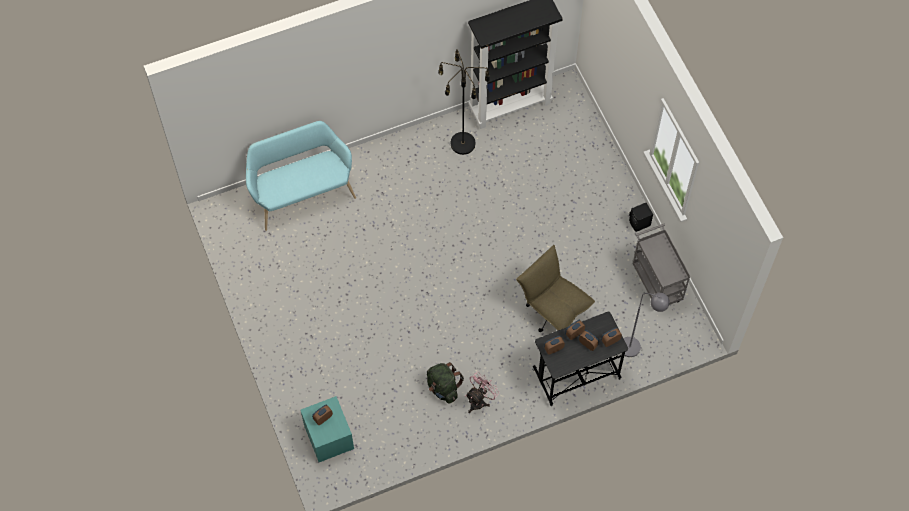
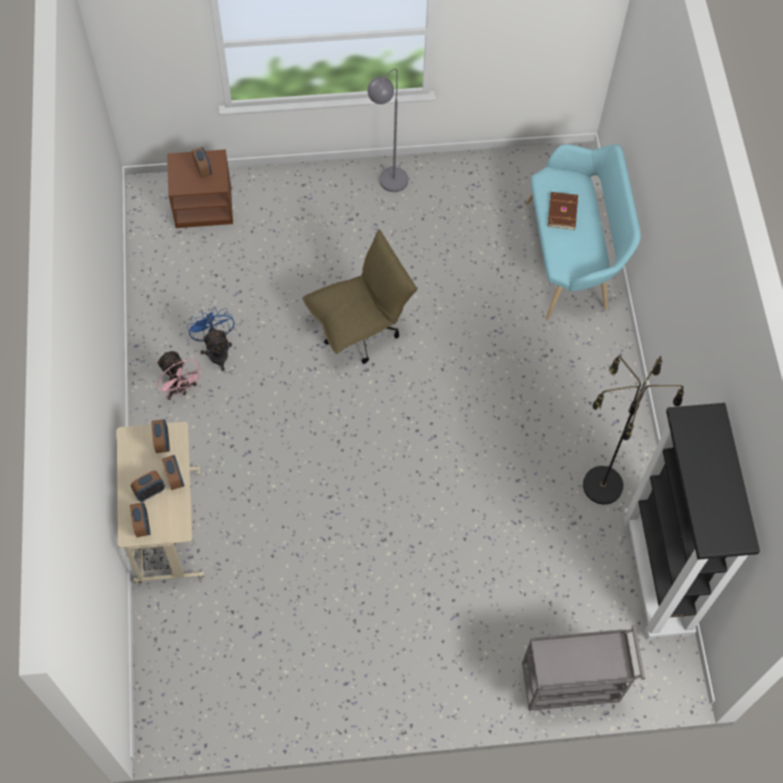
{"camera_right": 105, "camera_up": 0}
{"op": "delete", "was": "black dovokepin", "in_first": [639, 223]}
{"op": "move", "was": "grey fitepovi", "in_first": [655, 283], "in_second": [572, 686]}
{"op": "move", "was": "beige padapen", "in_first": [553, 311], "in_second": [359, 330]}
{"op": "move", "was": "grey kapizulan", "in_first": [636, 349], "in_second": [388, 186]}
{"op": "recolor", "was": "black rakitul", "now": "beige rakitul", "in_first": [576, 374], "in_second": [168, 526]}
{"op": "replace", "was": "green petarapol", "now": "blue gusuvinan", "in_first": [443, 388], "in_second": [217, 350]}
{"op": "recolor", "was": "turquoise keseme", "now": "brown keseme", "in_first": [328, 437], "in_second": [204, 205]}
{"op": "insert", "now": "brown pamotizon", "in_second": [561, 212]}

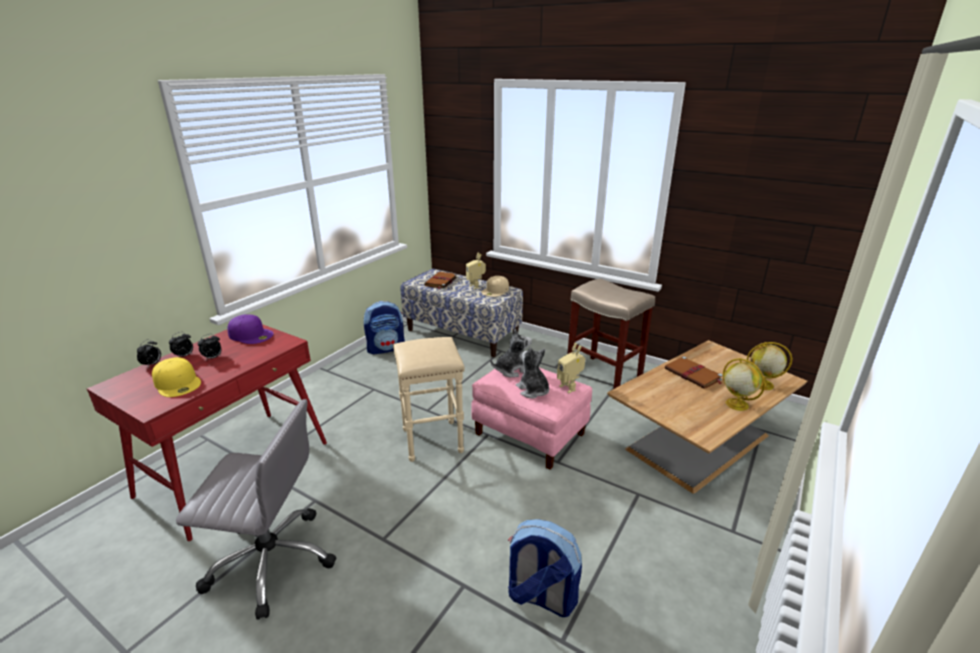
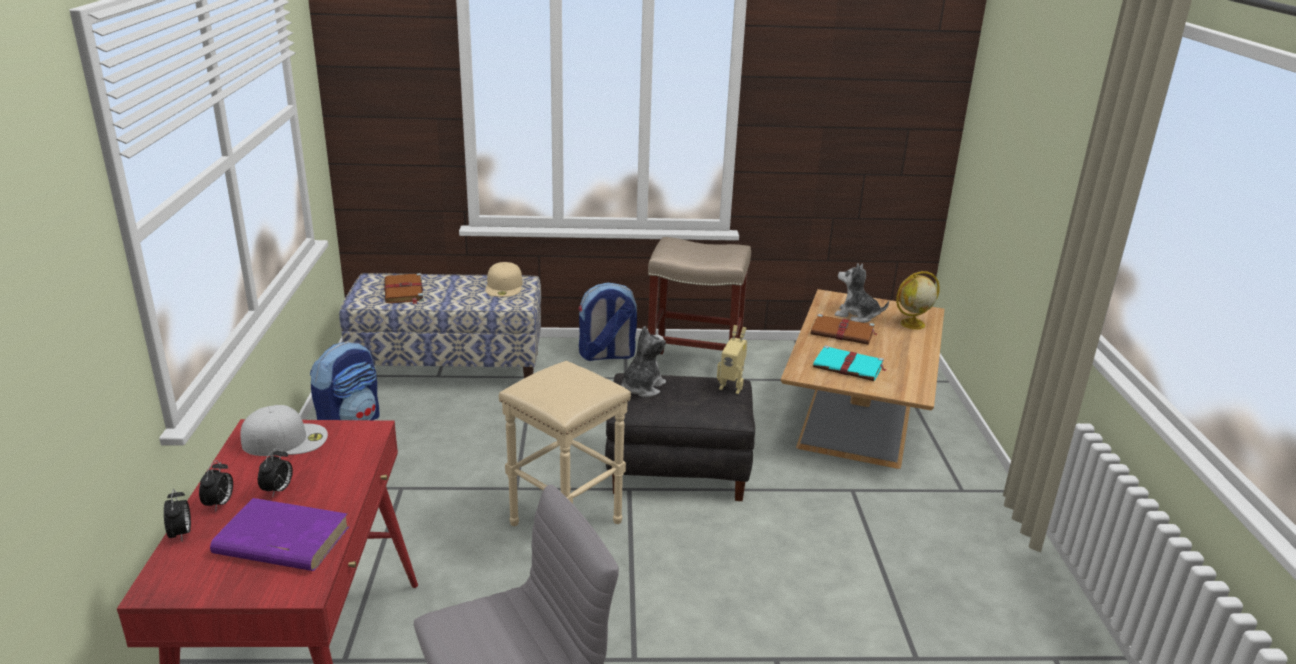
{"camera_right": -35, "camera_up": 0}
{"op": "delete", "was": "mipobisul", "in_first": [476, 286]}
{"op": "recolor", "was": "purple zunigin", "now": "white zunigin", "in_first": [251, 334], "in_second": [286, 439]}
{"op": "move", "was": "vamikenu", "in_first": [533, 390], "in_second": [856, 315]}
{"op": "replace", "was": "yellow zunigin", "now": "purple pamotizon", "in_first": [178, 383], "in_second": [281, 541]}
{"op": "delete", "was": "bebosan", "in_first": [736, 404]}
{"op": "recolor", "was": "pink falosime", "now": "black falosime", "in_first": [530, 433], "in_second": [679, 469]}
{"op": "move", "was": "petarapol", "in_first": [540, 597], "in_second": [607, 355]}
{"op": "insert", "now": "turquoise pamotizon", "in_second": [849, 367]}

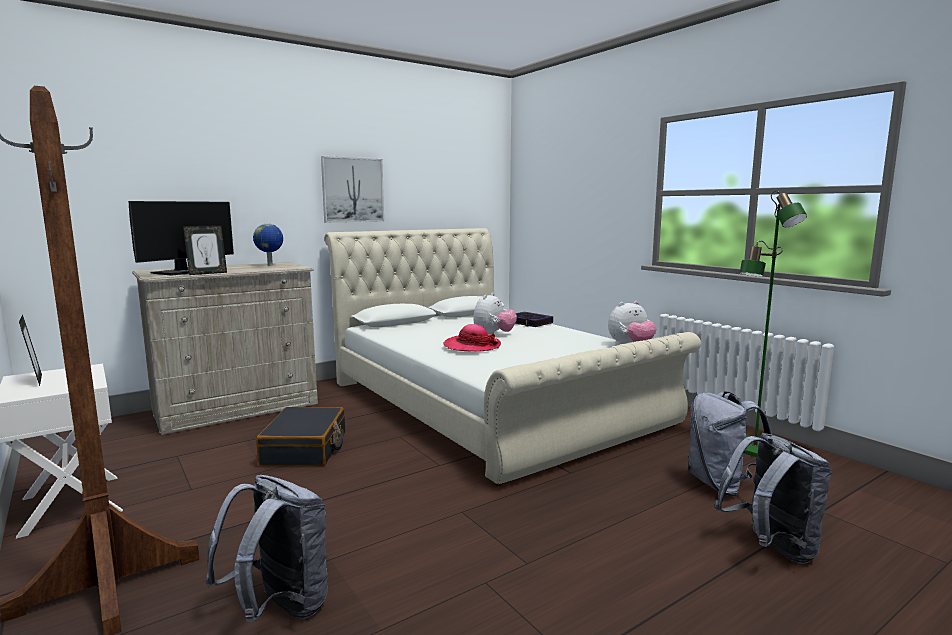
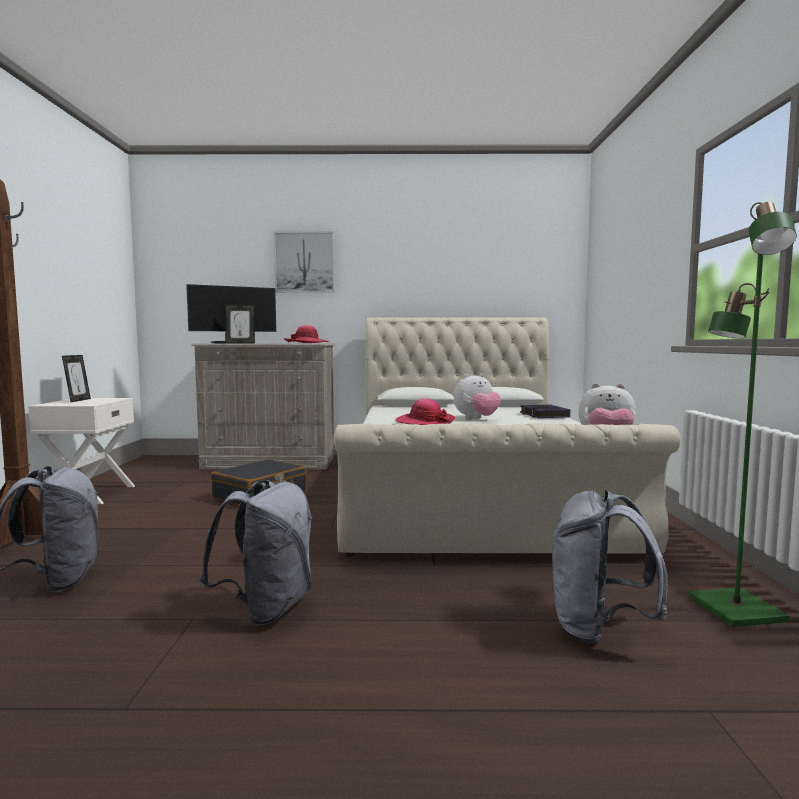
{"camera_right": 35, "camera_up": -5}
{"op": "move", "was": "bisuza", "in_first": [352, 190], "in_second": [304, 262]}
{"op": "replace", "was": "bebosan", "now": "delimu", "in_first": [270, 265], "in_second": [306, 343]}
{"op": "move", "was": "grey petarapol", "in_first": [770, 548], "in_second": [266, 609]}

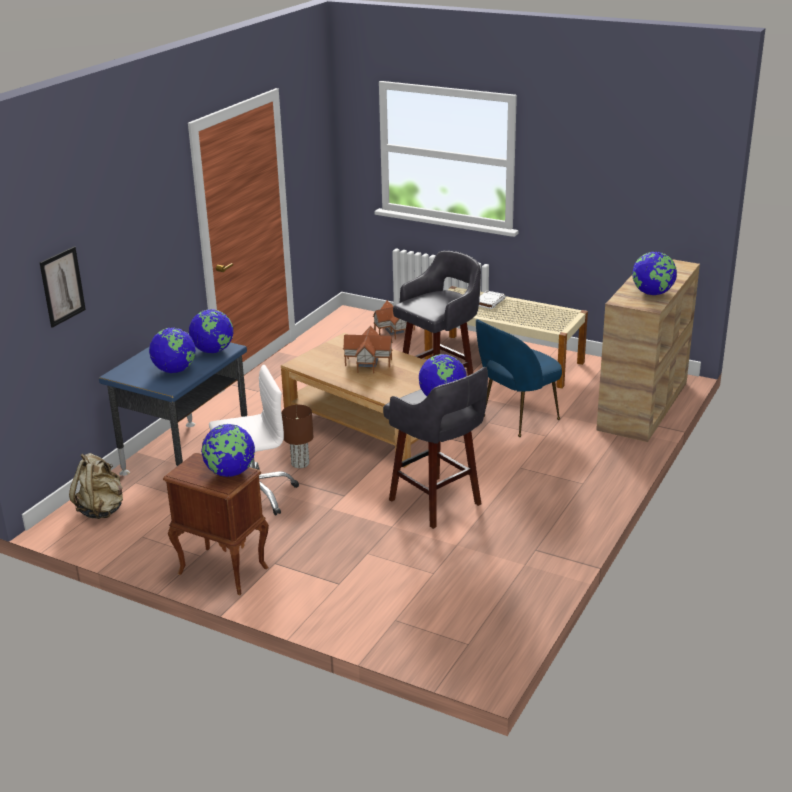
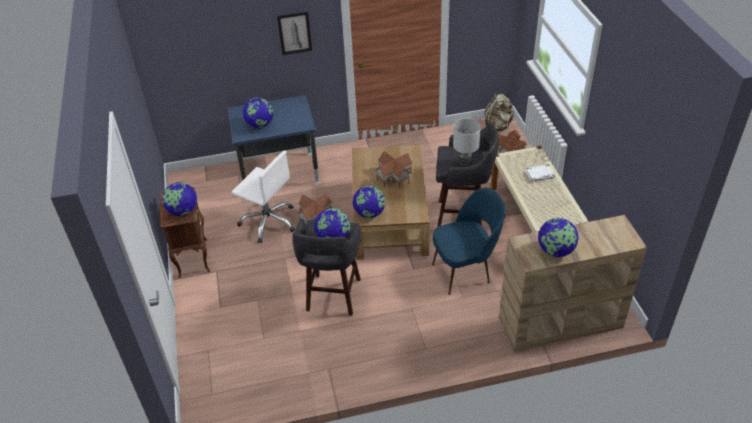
{"camera_right": 50, "camera_up": 15}
{"op": "move", "was": "bisuza", "in_first": [62, 286], "in_second": [294, 33]}
{"op": "move", "was": "bebosan", "in_first": [213, 351], "in_second": [369, 213]}
{"op": "rotate", "was": "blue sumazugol", "in_first": [515, 420], "in_second": [465, 272], "clockwise": 150}
{"op": "replace", "was": "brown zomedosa", "now": "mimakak", "in_first": [299, 463], "in_second": [316, 217]}
{"op": "move", "was": "beige petarapol", "in_first": [102, 510], "in_second": [497, 126]}
{"op": "insert", "now": "grey zomedosa", "in_second": [465, 162]}

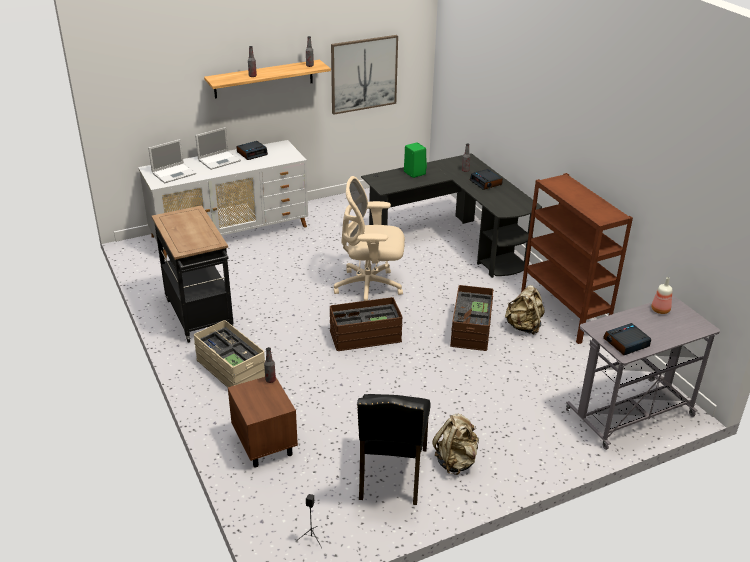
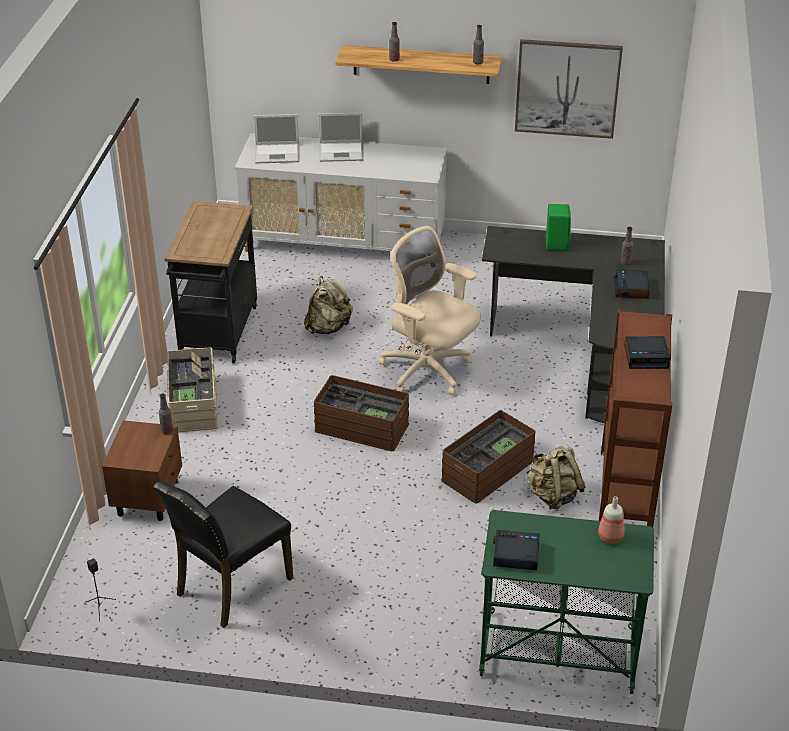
{"camera_right": 35, "camera_up": 5}
{"op": "move", "was": "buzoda", "in_first": [252, 153], "in_second": [646, 357]}
{"op": "recolor", "was": "grey rakitul", "now": "green rakitul", "in_first": [629, 413], "in_second": [557, 652]}
{"op": "move", "was": "beige petarapol", "in_first": [455, 461], "in_second": [328, 327]}

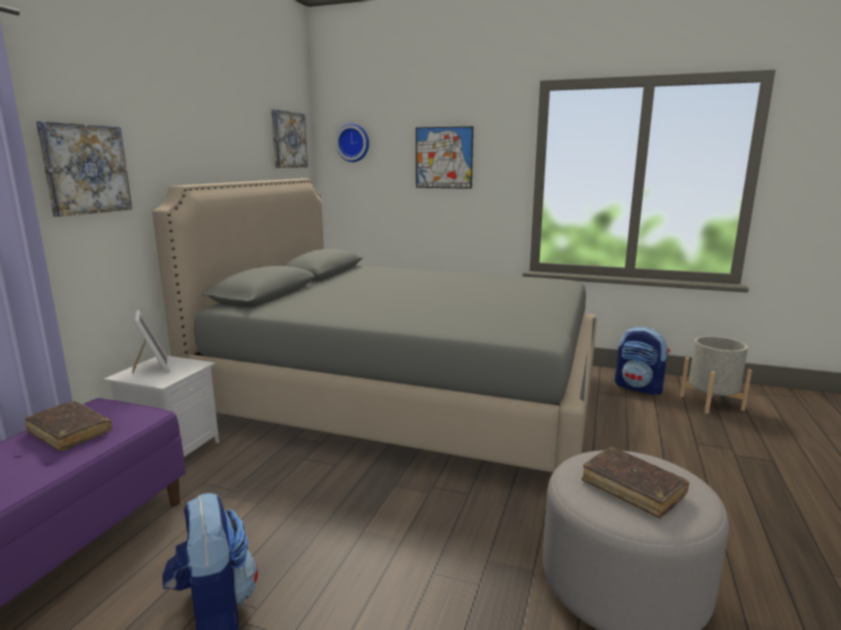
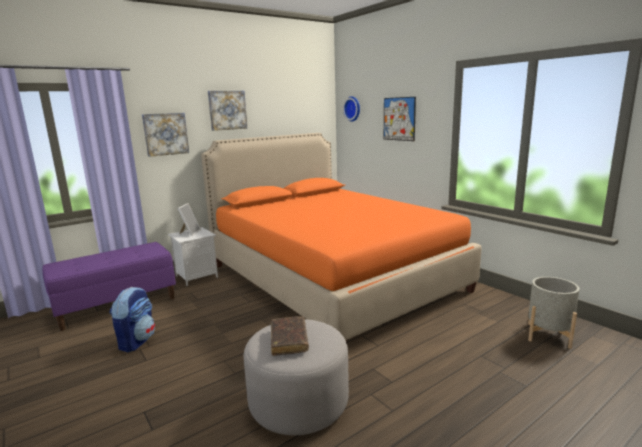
{"camera_right": 35, "camera_up": 0}
{"op": "move", "was": "bisuza", "in_first": [288, 140], "in_second": [227, 110]}
{"op": "recolor", "was": "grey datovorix", "now": "orange datovorix", "in_first": [407, 397], "in_second": [332, 277]}
{"op": "delete", "was": "petarapol", "in_first": [639, 388]}
{"op": "delete", "was": "brown pamotizon", "in_first": [70, 432]}

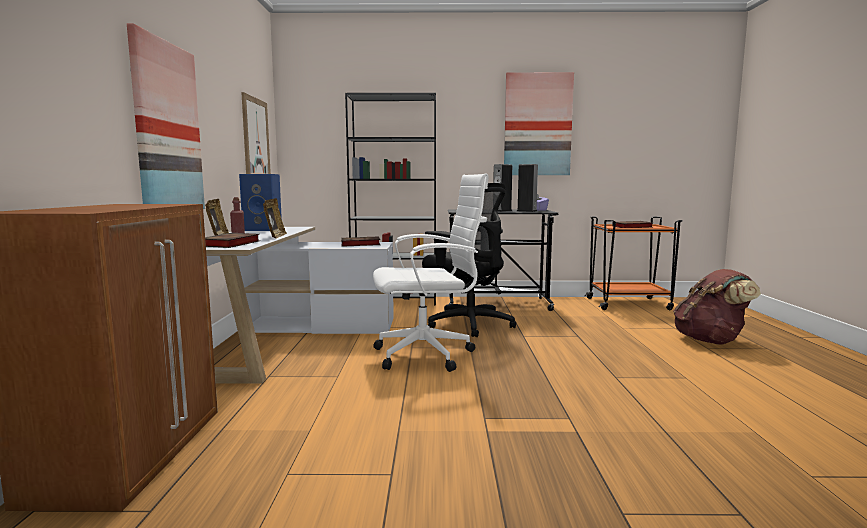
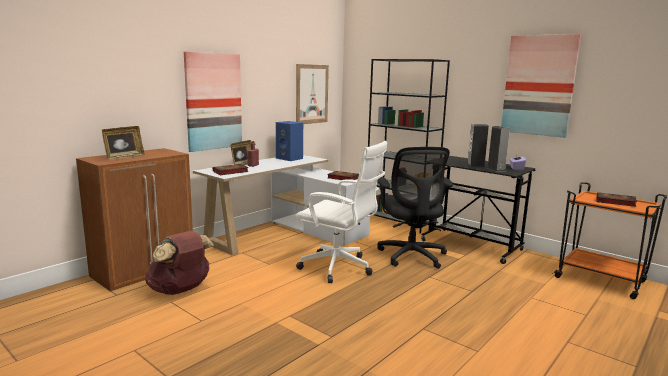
{"camera_right": 40, "camera_up": 5}
{"op": "move", "was": "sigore", "in_first": [275, 237], "in_second": [124, 157]}
{"op": "move", "was": "brown petarapol", "in_first": [711, 341], "in_second": [180, 290]}

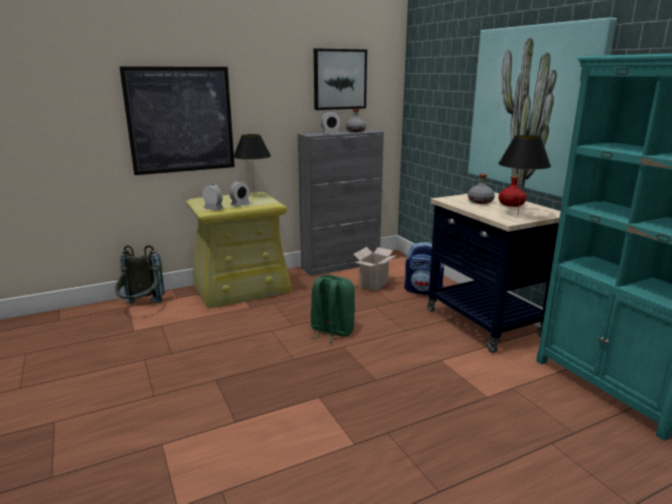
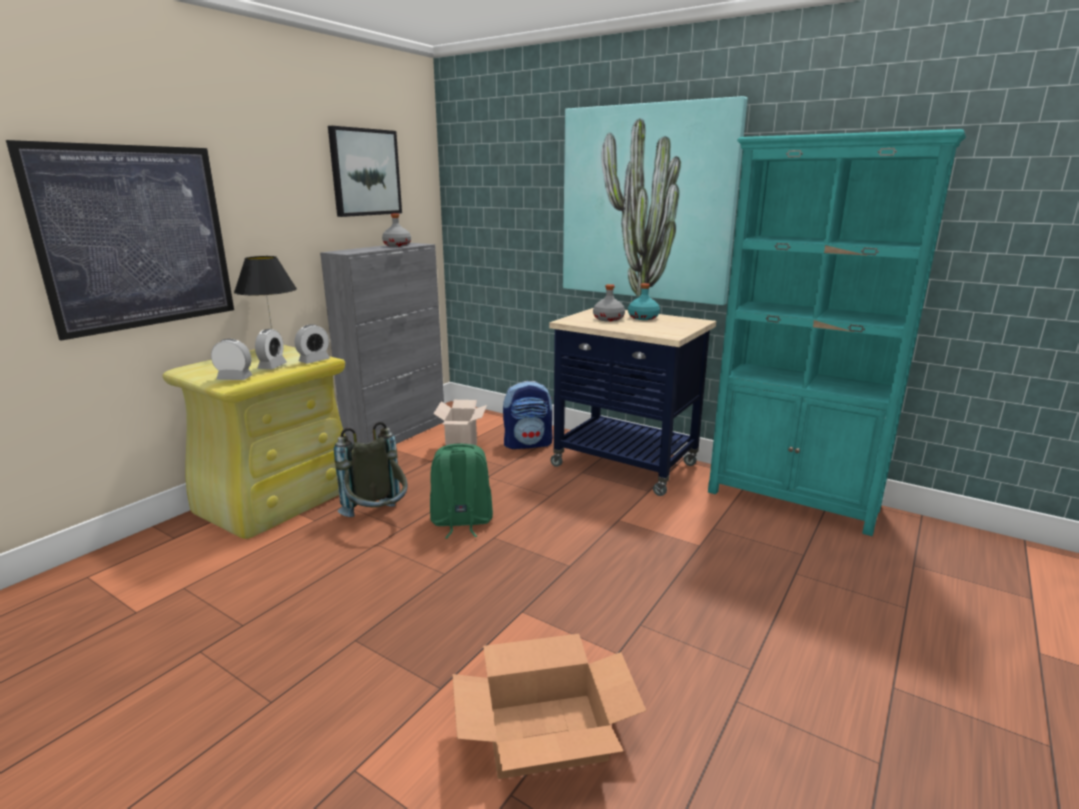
{"camera_right": -30, "camera_up": 0}
{"op": "move", "was": "buzoda", "in_first": [330, 134], "in_second": [314, 360]}
{"op": "delete", "was": "black zomedosa", "in_first": [517, 215]}
{"op": "recolor", "was": "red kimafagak", "now": "turquoise kimafagak", "in_first": [511, 204], "in_second": [643, 318]}
{"op": "move", "was": "grey petarapol", "in_first": [141, 308], "in_second": [378, 519]}
{"op": "insert", "now": "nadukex", "in_second": [545, 734]}

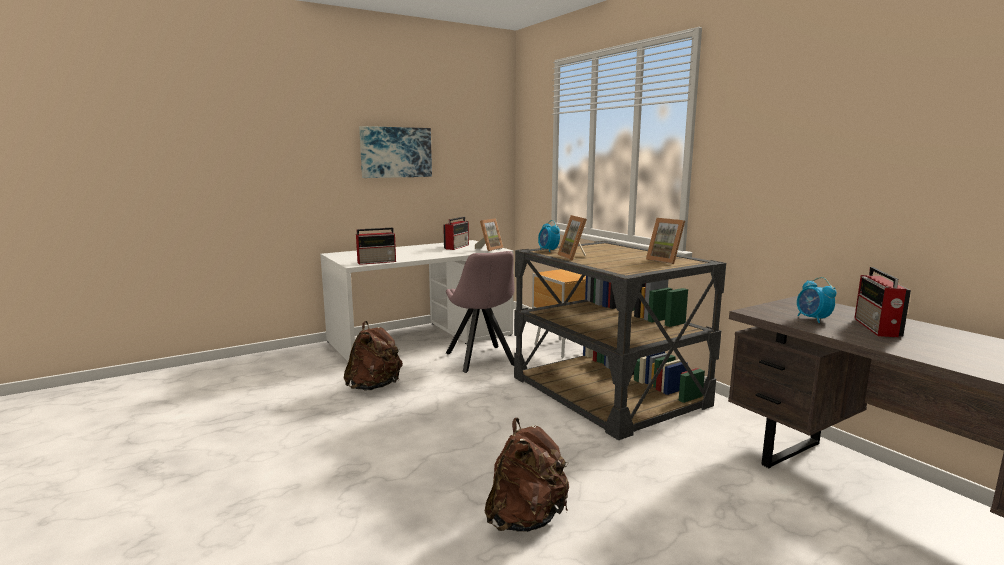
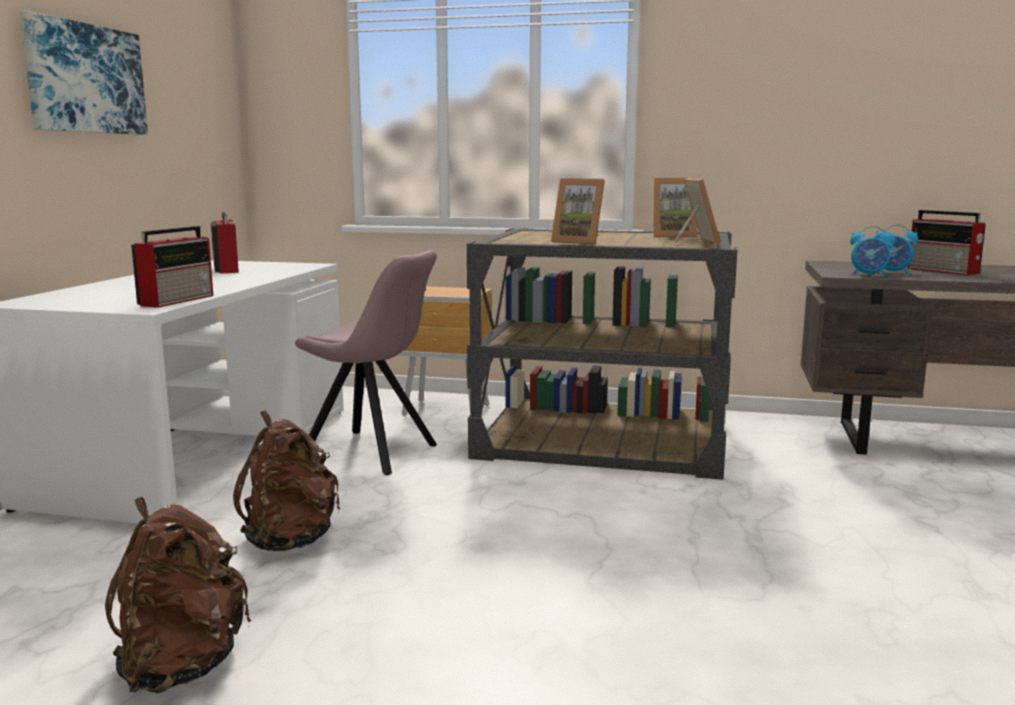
{"camera_right": -45, "camera_up": 0}
{"op": "move", "was": "sigore", "in_first": [489, 249], "in_second": [694, 241]}
{"op": "move", "was": "buzoda", "in_first": [548, 250], "in_second": [869, 275]}
{"op": "move", "was": "brown petarapol", "in_first": [526, 519], "in_second": [182, 666]}

